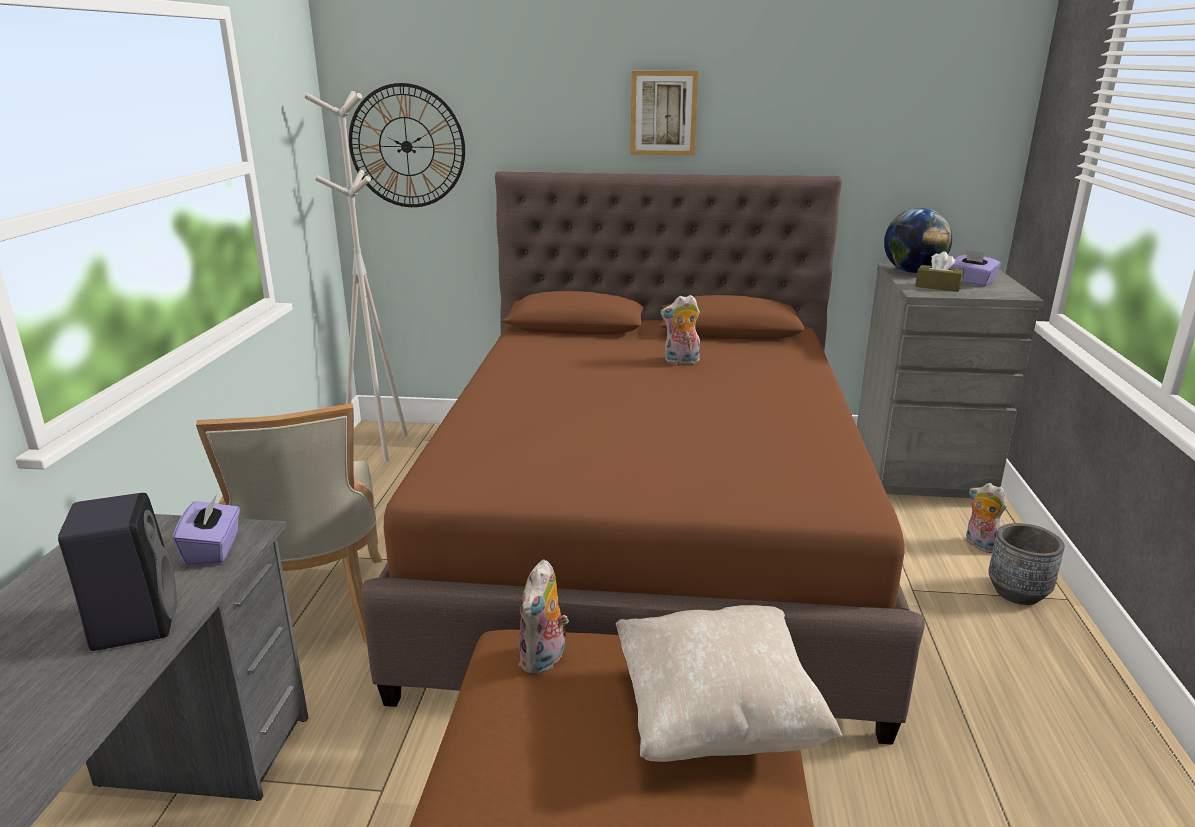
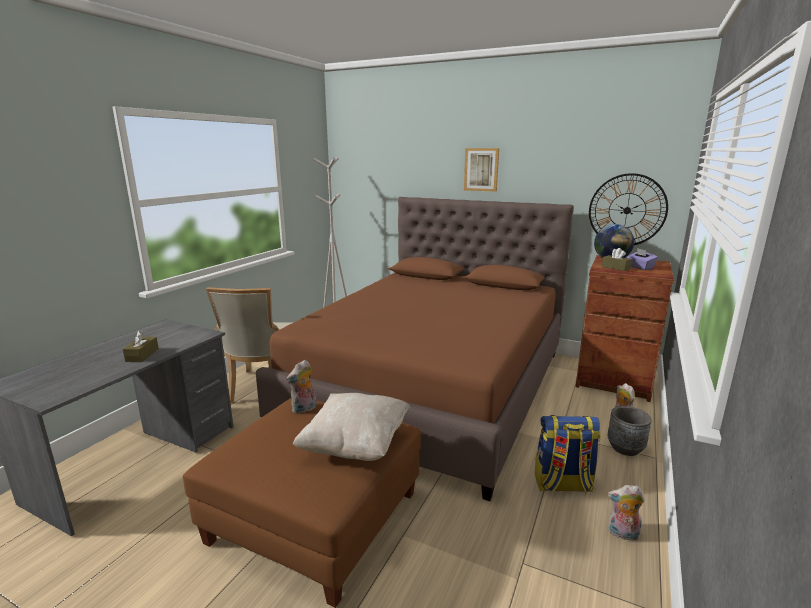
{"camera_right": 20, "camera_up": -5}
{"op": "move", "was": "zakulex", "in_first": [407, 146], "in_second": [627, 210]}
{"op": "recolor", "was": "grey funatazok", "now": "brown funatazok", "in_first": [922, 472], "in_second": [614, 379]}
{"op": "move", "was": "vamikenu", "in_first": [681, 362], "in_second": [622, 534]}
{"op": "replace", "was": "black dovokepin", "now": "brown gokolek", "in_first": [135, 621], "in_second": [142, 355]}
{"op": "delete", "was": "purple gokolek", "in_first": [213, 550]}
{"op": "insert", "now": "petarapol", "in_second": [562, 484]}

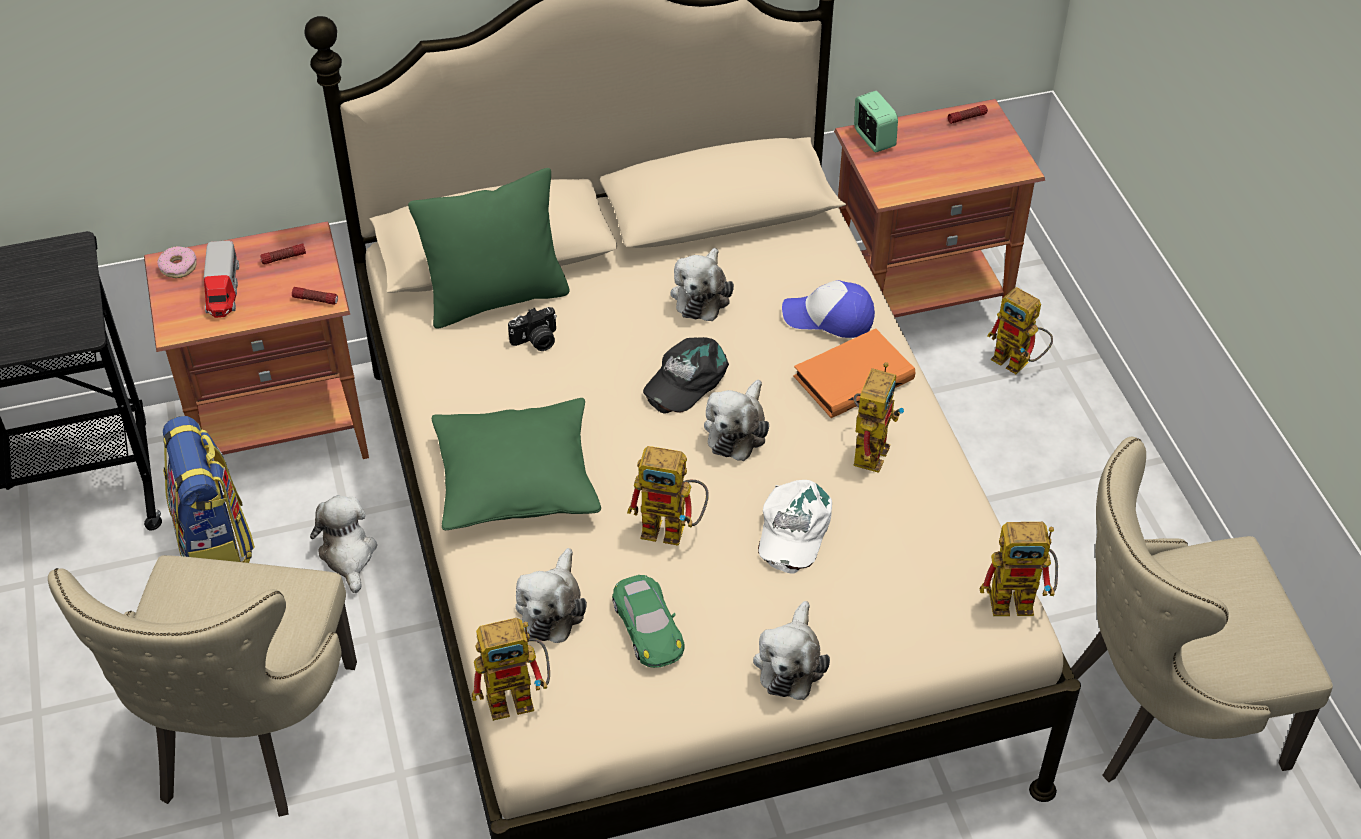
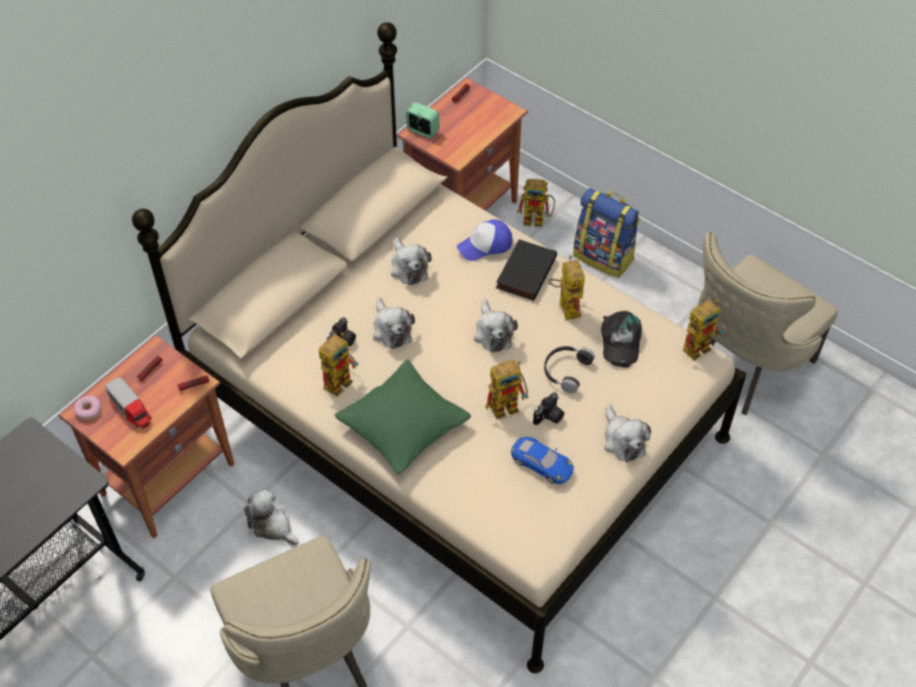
{"camera_right": -35, "camera_up": 5}
{"op": "delete", "was": "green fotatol", "in_first": [497, 298]}
{"op": "recolor", "was": "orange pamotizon", "now": "black pamotizon", "in_first": [852, 376], "in_second": [525, 272]}
{"op": "move", "was": "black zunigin", "in_first": [685, 379], "in_second": [620, 341]}
{"op": "move", "was": "petarapol", "in_first": [216, 543], "in_second": [604, 257]}
{"op": "replace", "was": "white zunigin", "now": "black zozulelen", "in_first": [792, 529], "in_second": [565, 371]}
{"op": "move", "was": "vamikenu", "in_first": [552, 608], "in_second": [391, 329]}
{"op": "recolor", "was": "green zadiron", "now": "blue zadiron", "in_first": [648, 626], "in_second": [541, 463]}
{"op": "move", "was": "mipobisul", "in_first": [520, 696], "in_second": [340, 379]}
{"op": "insert", "now": "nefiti", "in_second": [549, 417]}

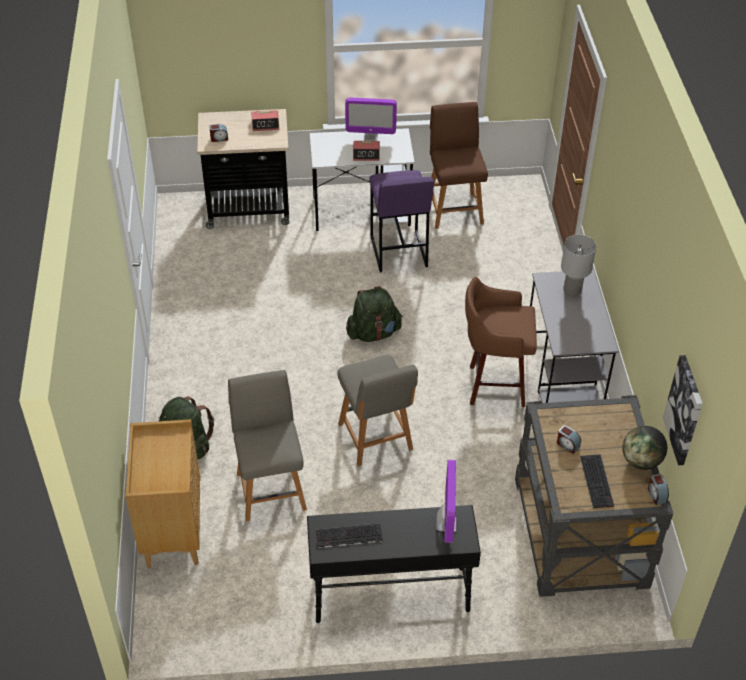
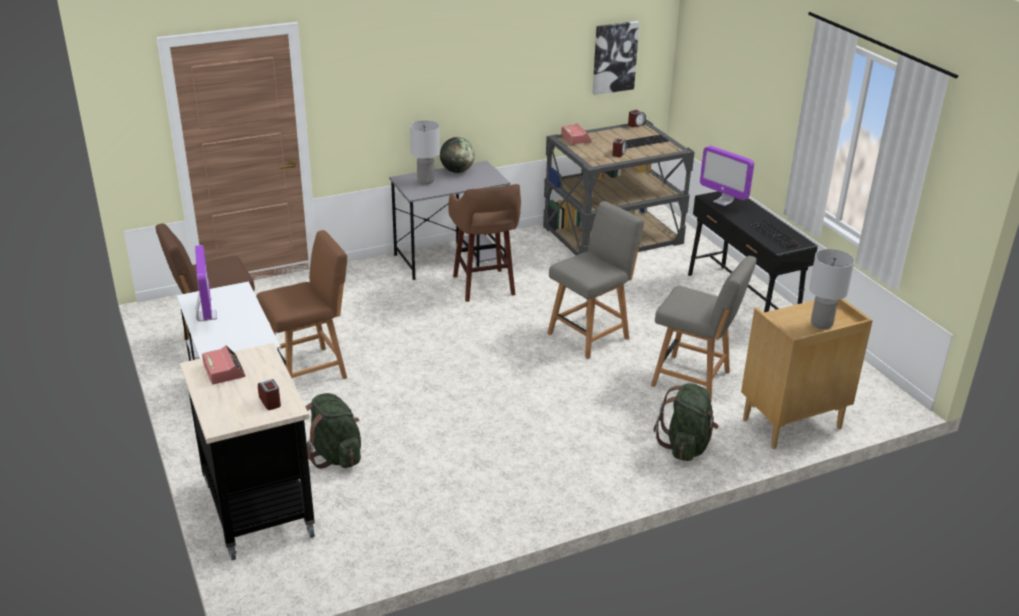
{"camera_right": -110, "camera_up": -15}
{"op": "move", "was": "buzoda", "in_first": [366, 154], "in_second": [575, 138]}
{"op": "replace", "was": "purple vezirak", "now": "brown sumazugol", "in_first": [399, 252], "in_second": [310, 369]}
{"op": "move", "was": "green petarapol", "in_first": [373, 333], "in_second": [334, 455]}
{"op": "rotate", "was": "grey sumazugol", "in_first": [271, 488], "in_second": [694, 380], "clockwise": -120}
{"op": "move", "was": "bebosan", "in_first": [641, 461], "in_second": [457, 171]}
{"op": "rotate", "was": "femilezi", "in_first": [446, 524], "in_second": [723, 201], "clockwise": -120}
{"op": "insert", "now": "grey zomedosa", "in_second": [821, 325]}

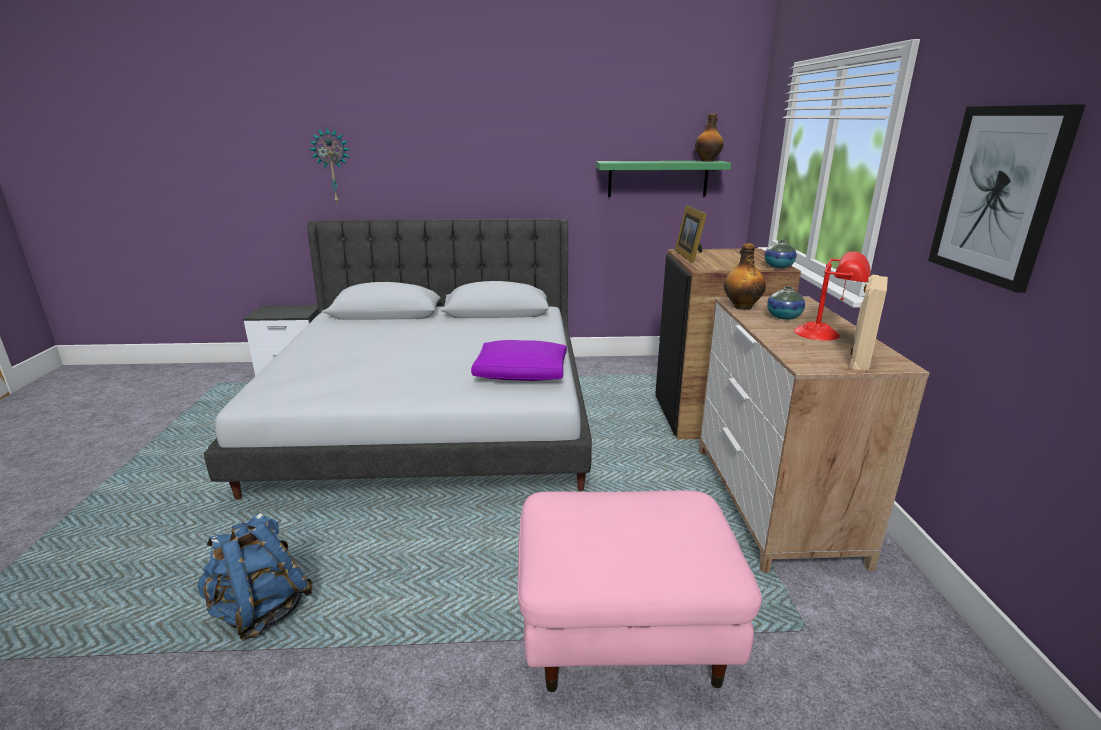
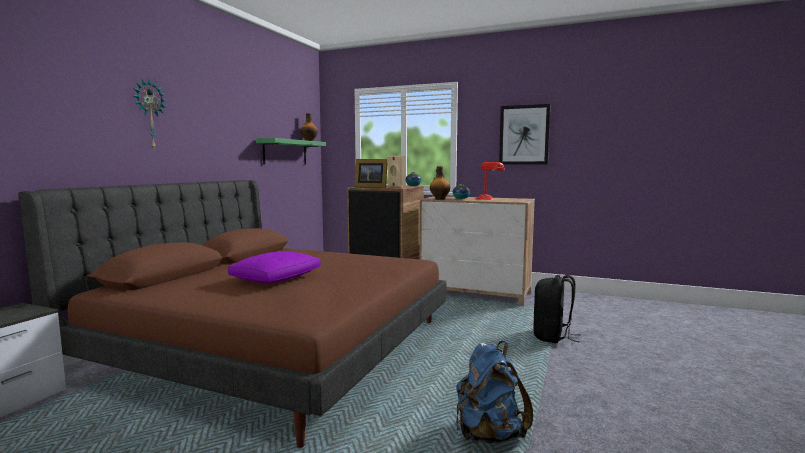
{"camera_right": -65, "camera_up": -15}
{"op": "move", "was": "zakulex", "in_first": [333, 166], "in_second": [149, 114]}
{"op": "recolor", "was": "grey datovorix", "now": "brown datovorix", "in_first": [434, 417], "in_second": [272, 347]}
{"op": "move", "was": "beige dovokepin", "in_first": [859, 359], "in_second": [396, 187]}
{"op": "move", "was": "purple fotatol", "in_first": [522, 373], "in_second": [277, 278]}
{"op": "replace", "was": "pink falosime", "now": "black petarapol", "in_first": [622, 635], "in_second": [553, 337]}

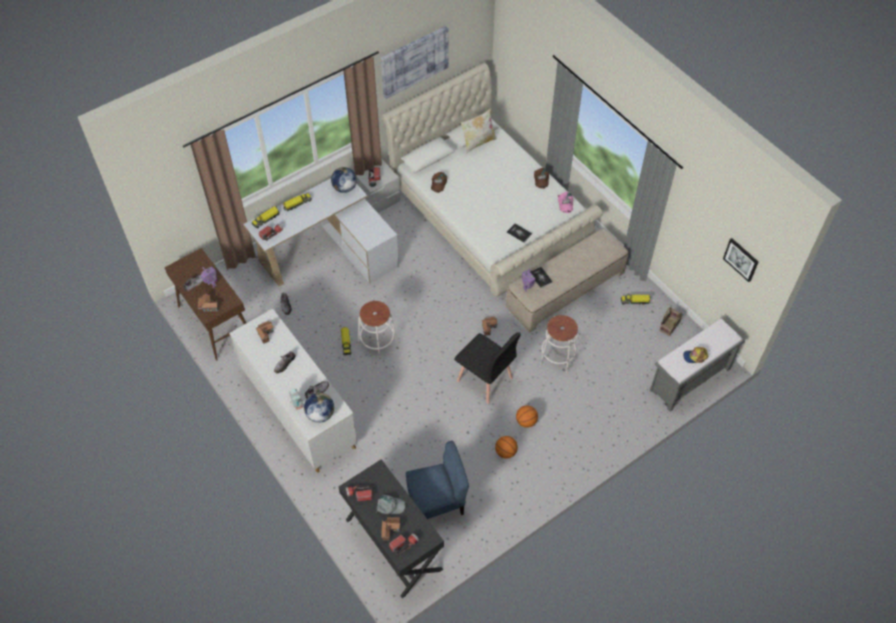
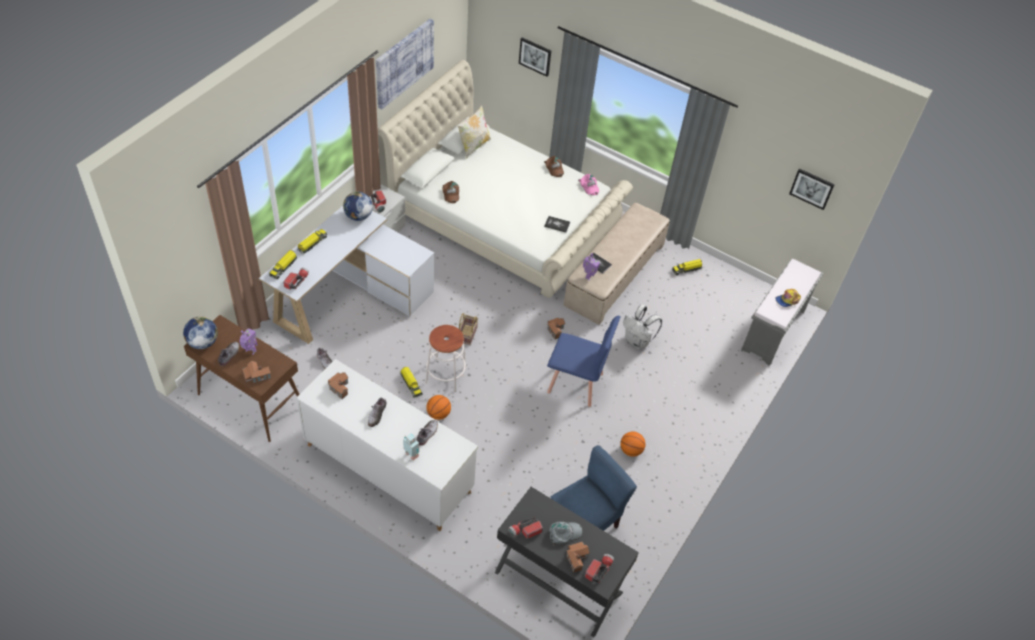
{"camera_right": -25, "camera_up": -5}
{"op": "move", "was": "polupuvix", "in_first": [669, 325], "in_second": [467, 334]}
{"op": "replace", "was": "white vezirak", "now": "white petarapol", "in_first": [557, 357], "in_second": [638, 341]}
{"op": "recolor", "was": "black sumazugol", "now": "blue sumazugol", "in_first": [484, 380], "in_second": [575, 383]}
{"op": "move", "was": "bebosan", "in_first": [320, 414], "in_second": [203, 342]}
{"op": "move", "was": "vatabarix", "in_first": [526, 421], "in_second": [438, 414]}
{"op": "insert", "now": "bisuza", "in_second": [535, 56]}

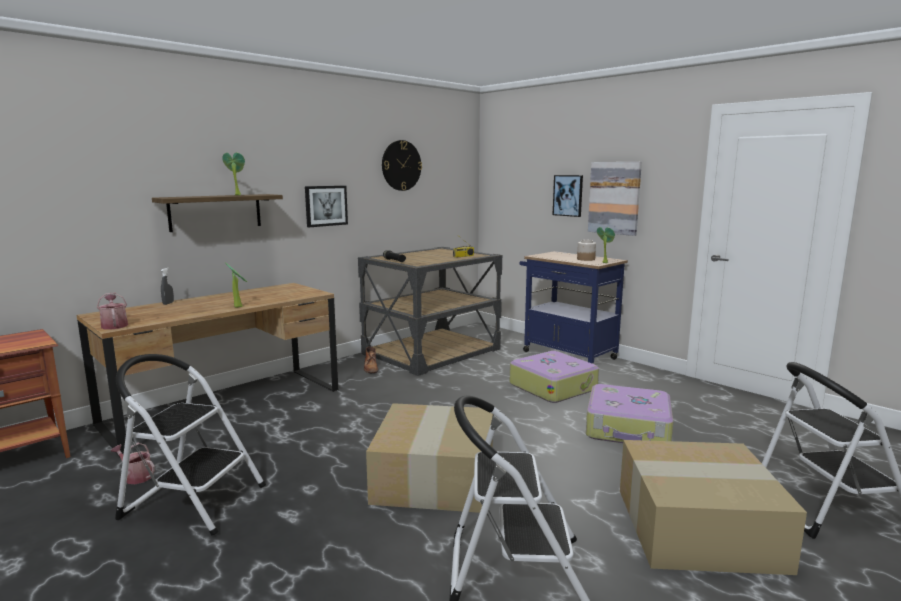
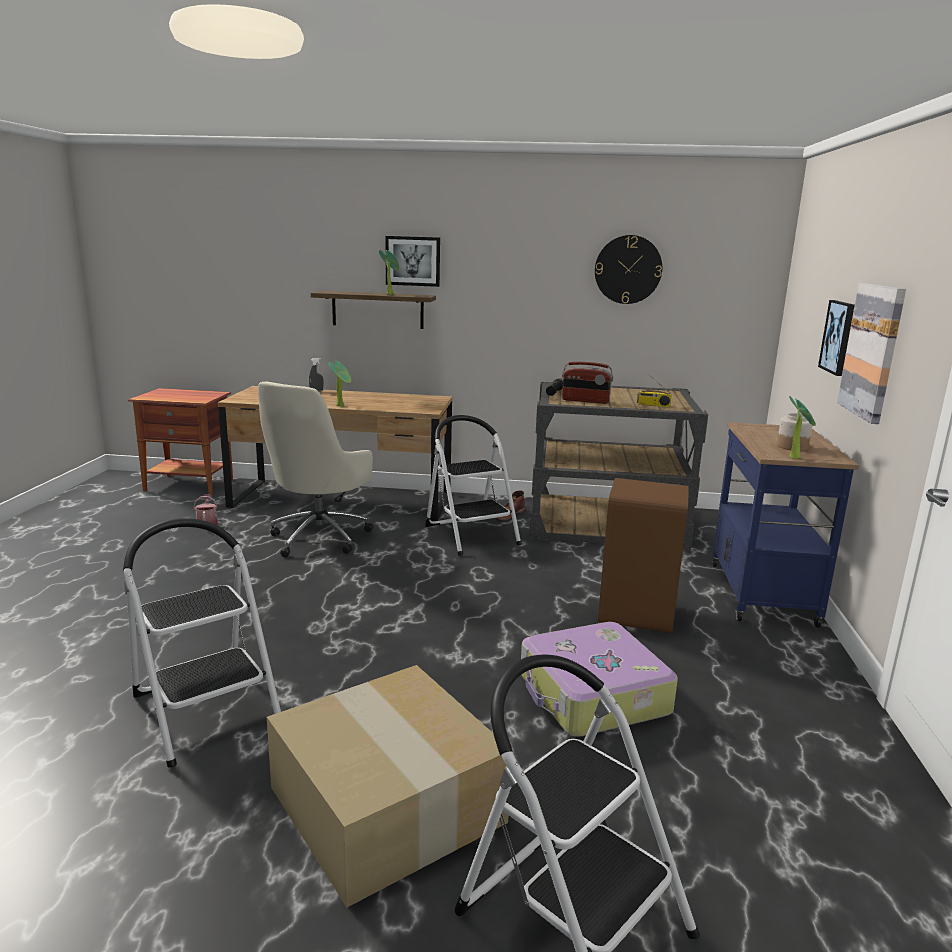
{"camera_right": 50, "camera_up": 5}
{"op": "move", "was": "bisuza", "in_first": [326, 205], "in_second": [413, 261]}
{"op": "delete", "was": "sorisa", "in_first": [114, 325]}
{"op": "replace", "was": "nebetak", "now": "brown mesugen", "in_first": [553, 386], "in_second": [636, 614]}
{"op": "move", "was": "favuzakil", "in_first": [190, 501], "in_second": [470, 534]}
{"op": "delete", "was": "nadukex", "in_first": [433, 476]}
{"op": "insert", "now": "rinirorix", "in_second": [585, 401]}
{"op": "insert", "now": "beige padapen", "in_second": [319, 538]}

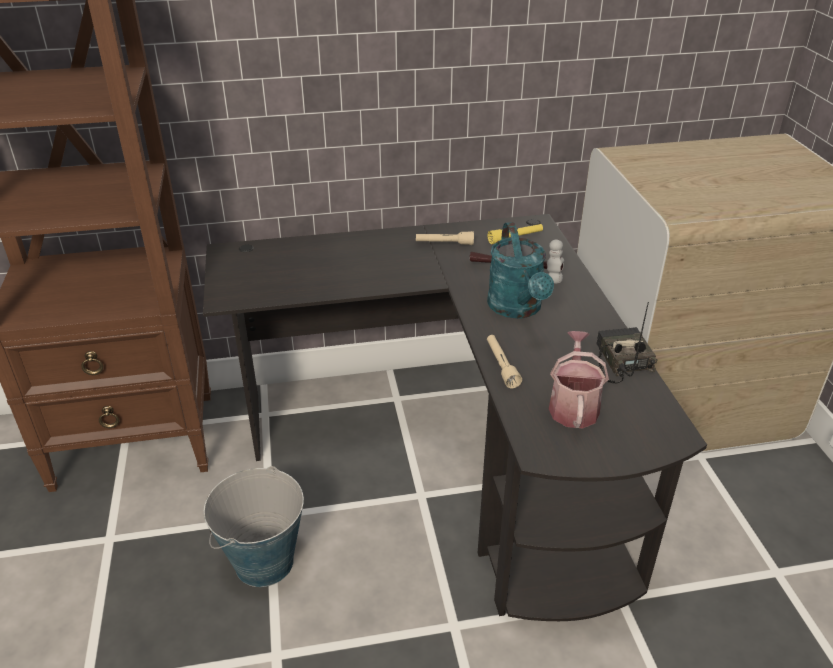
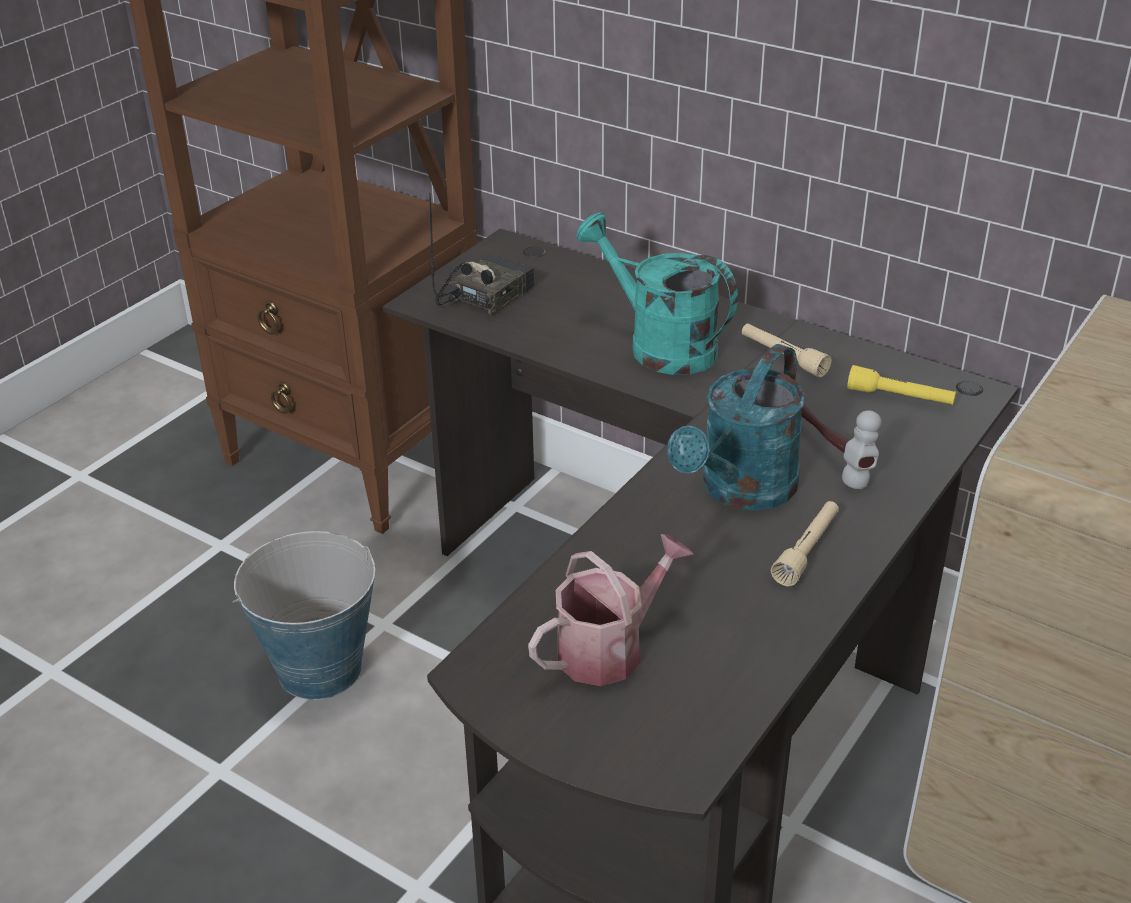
{"camera_right": 45, "camera_up": 0}
{"op": "move", "was": "rinirorix", "in_first": [620, 361], "in_second": [484, 294]}
{"op": "move", "was": "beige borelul", "in_first": [501, 365], "in_second": [807, 550]}
{"op": "insert", "now": "turquoise sorisa", "in_second": [659, 345]}

